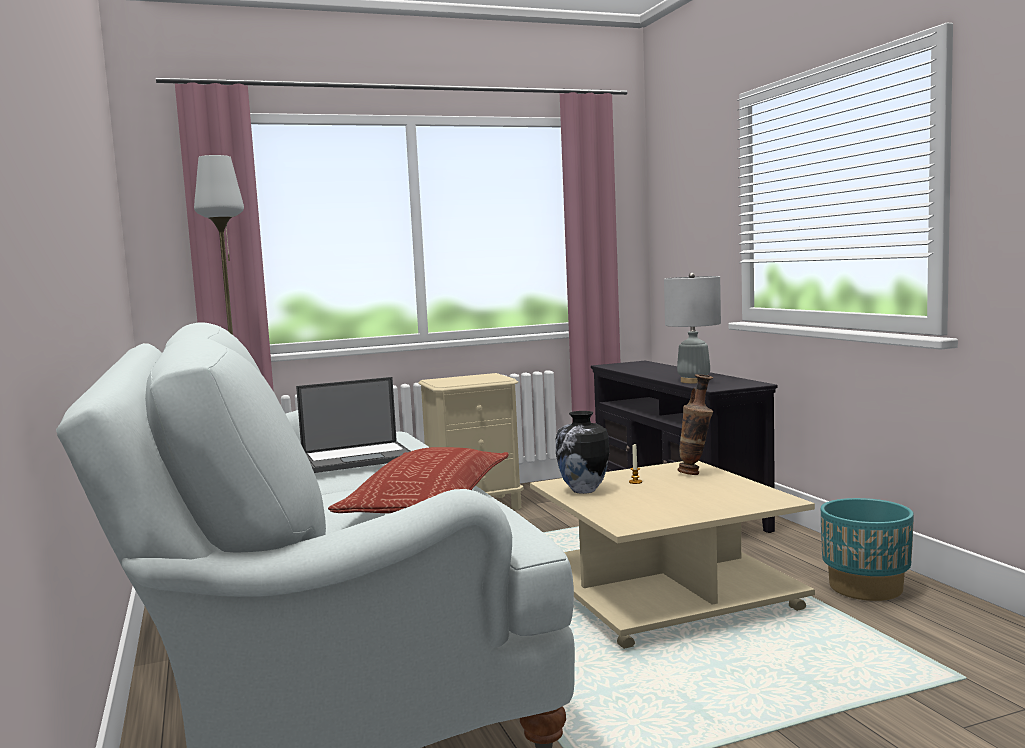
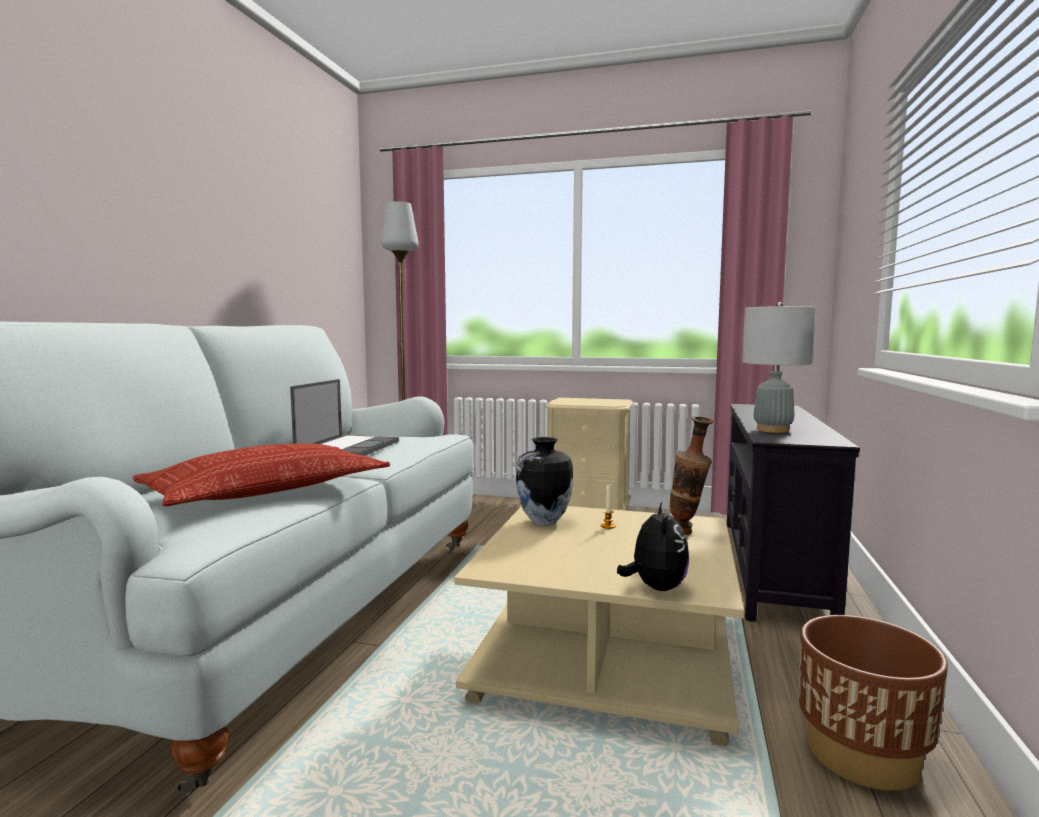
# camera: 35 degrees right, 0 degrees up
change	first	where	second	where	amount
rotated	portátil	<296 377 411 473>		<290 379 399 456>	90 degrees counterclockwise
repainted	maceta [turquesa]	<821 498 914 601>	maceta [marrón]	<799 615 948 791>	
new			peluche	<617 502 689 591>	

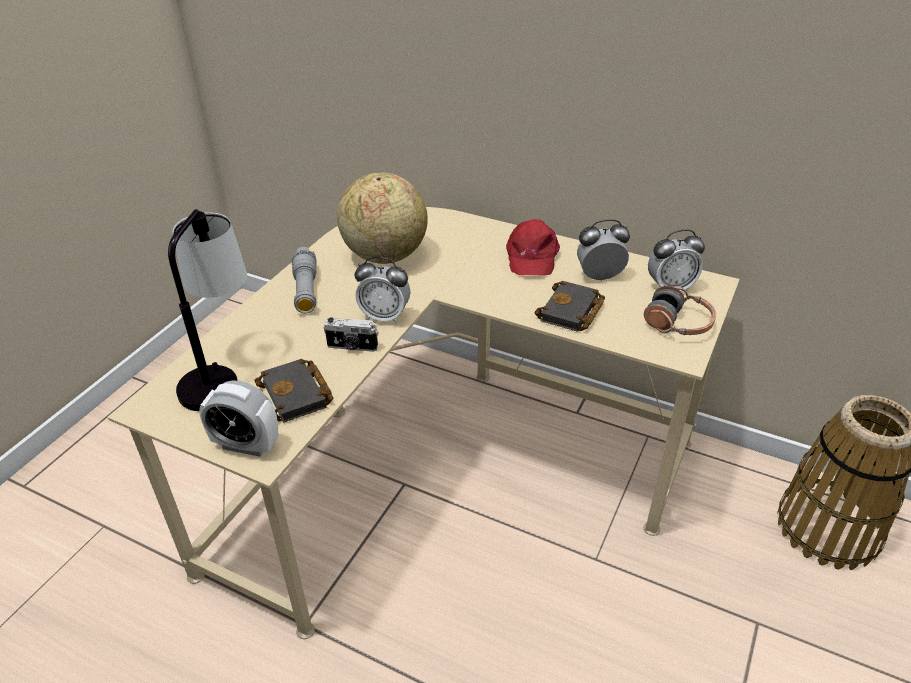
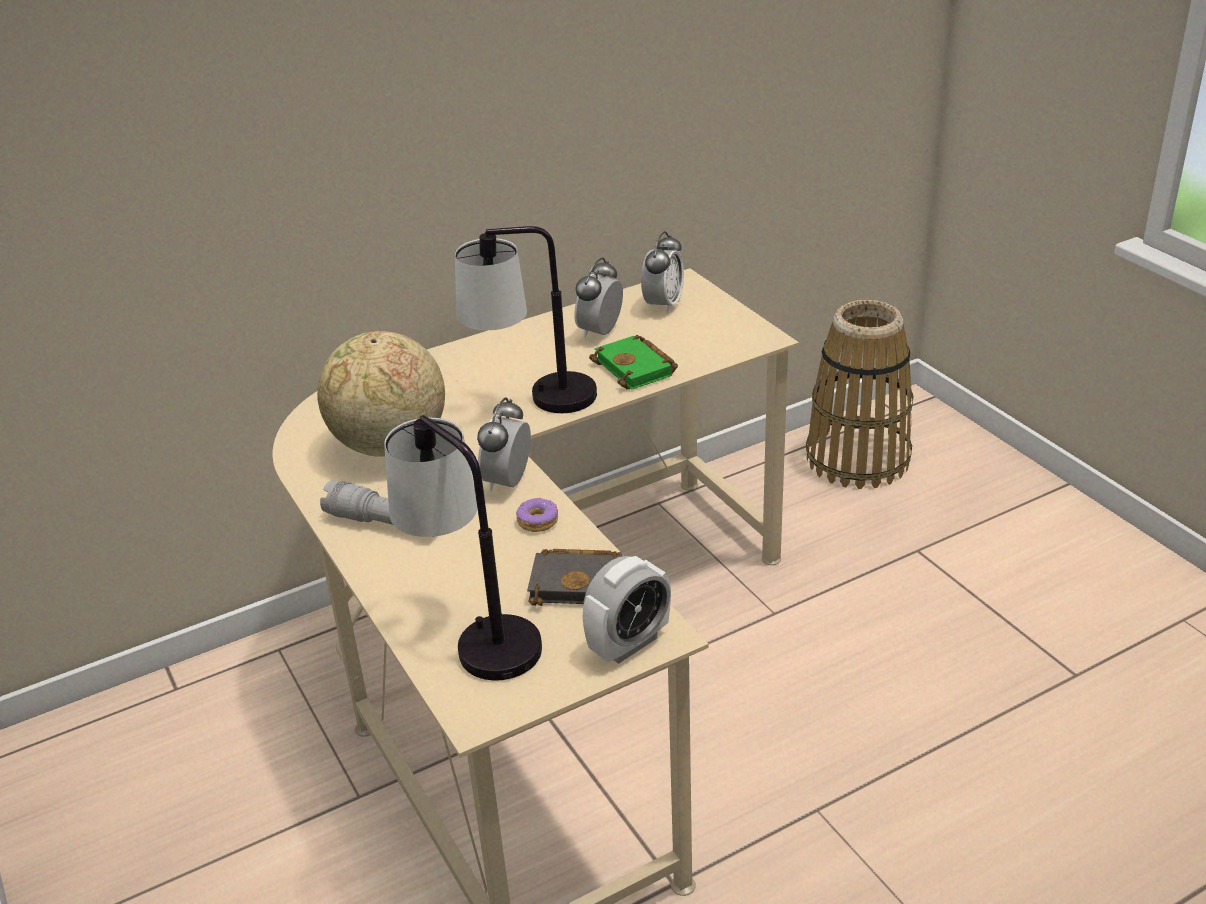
# camera: 55 degrees left, 5 degrees down
change	first	where	second	where	amount
gone	gorra [rojo]	<506 219 560 276>			
rotated	despertador	<354 257 411 324>		<477 397 531 492>	150 degrees clockwise
repainted	libro [negro]	<535 281 605 332>	libro [verde]	<589 335 678 390>	
gone	auriculares	<644 286 716 335>			
swapped	cámara	<324 317 378 352>	rosquilla	<516 498 558 532>	
new			lámpara de mesa	<455 226 597 413>	

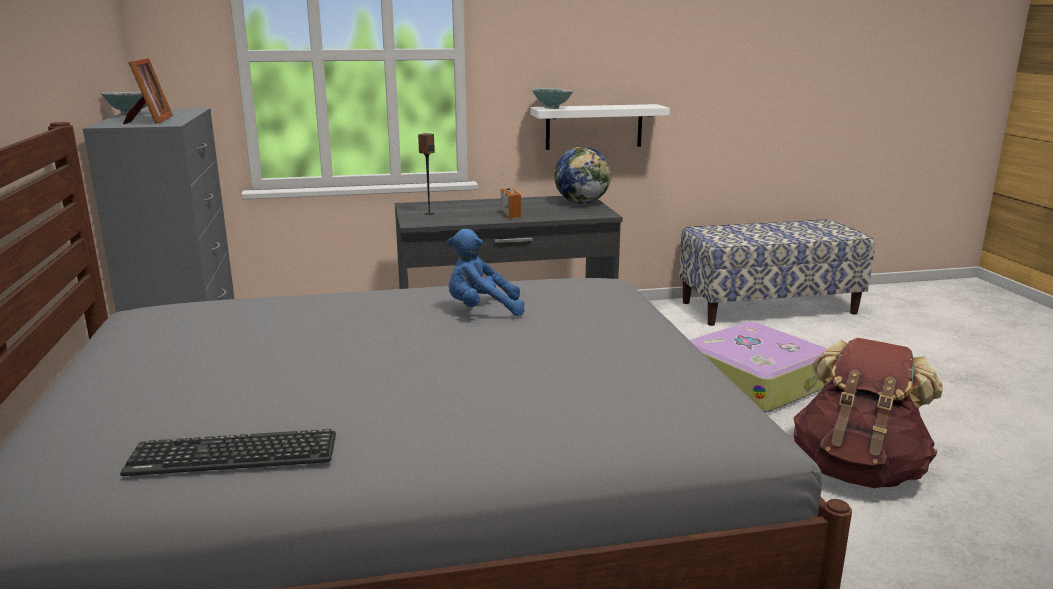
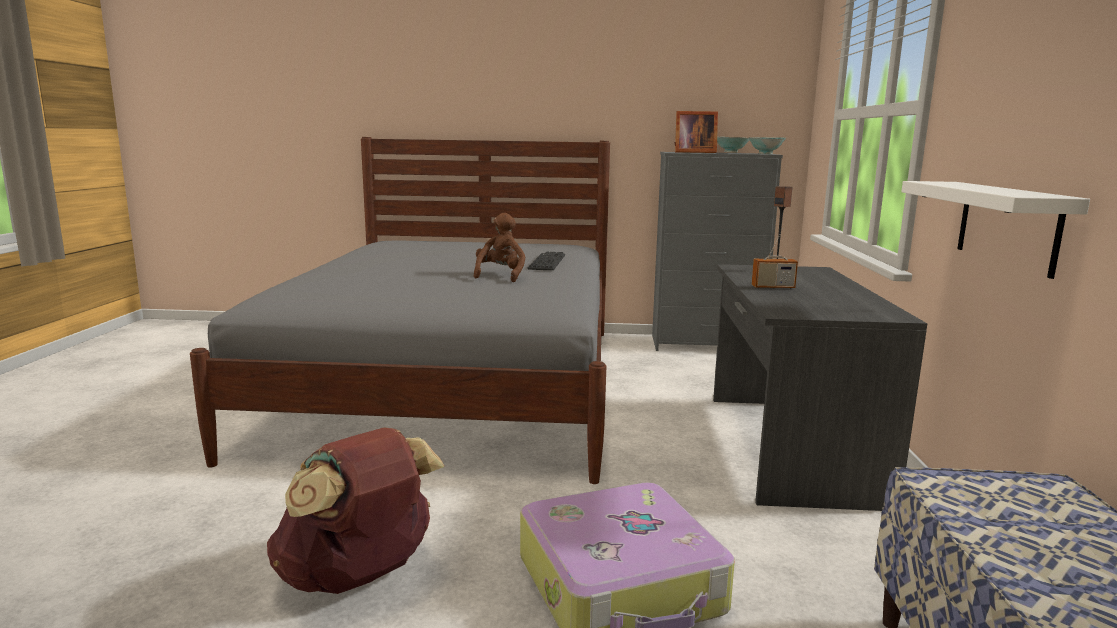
# camera: 105 degrees right, 5 degrees down
change	first	where	second	where	amount
shifted	cuenco	<532 88 574 109>		<748 137 786 154>	
gone	globo terráqueo	<554 147 611 204>			
repainted	peluche [azul]	<447 229 525 316>	peluche [marrón]	<474 213 525 282>	
shifted	teclado	<120 429 336 476>		<527 252 565 270>	

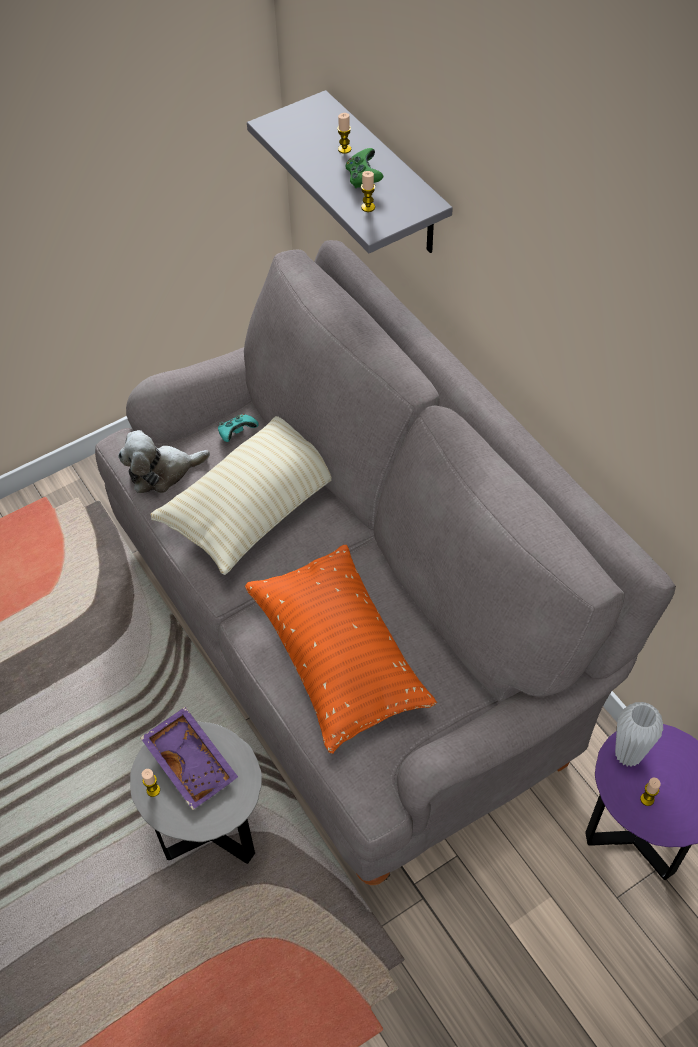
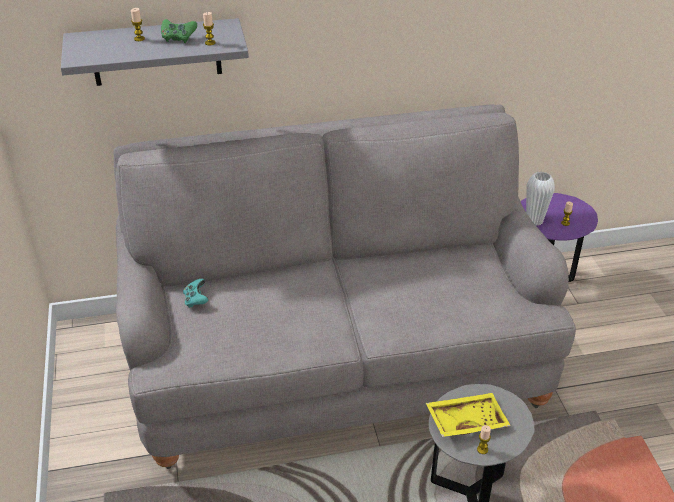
# camera: 70 degrees left, 15 degrees down
change	first	where	second	where	amount
gone	cojín [beis]	<151 416 332 575>			
gone	peluche	<118 430 210 493>			
gone	cojín [naranja]	<245 545 437 754>			
repainted	bandeja [morado]	<140 707 238 810>	bandeja [amarillo]	<426 393 511 437>	

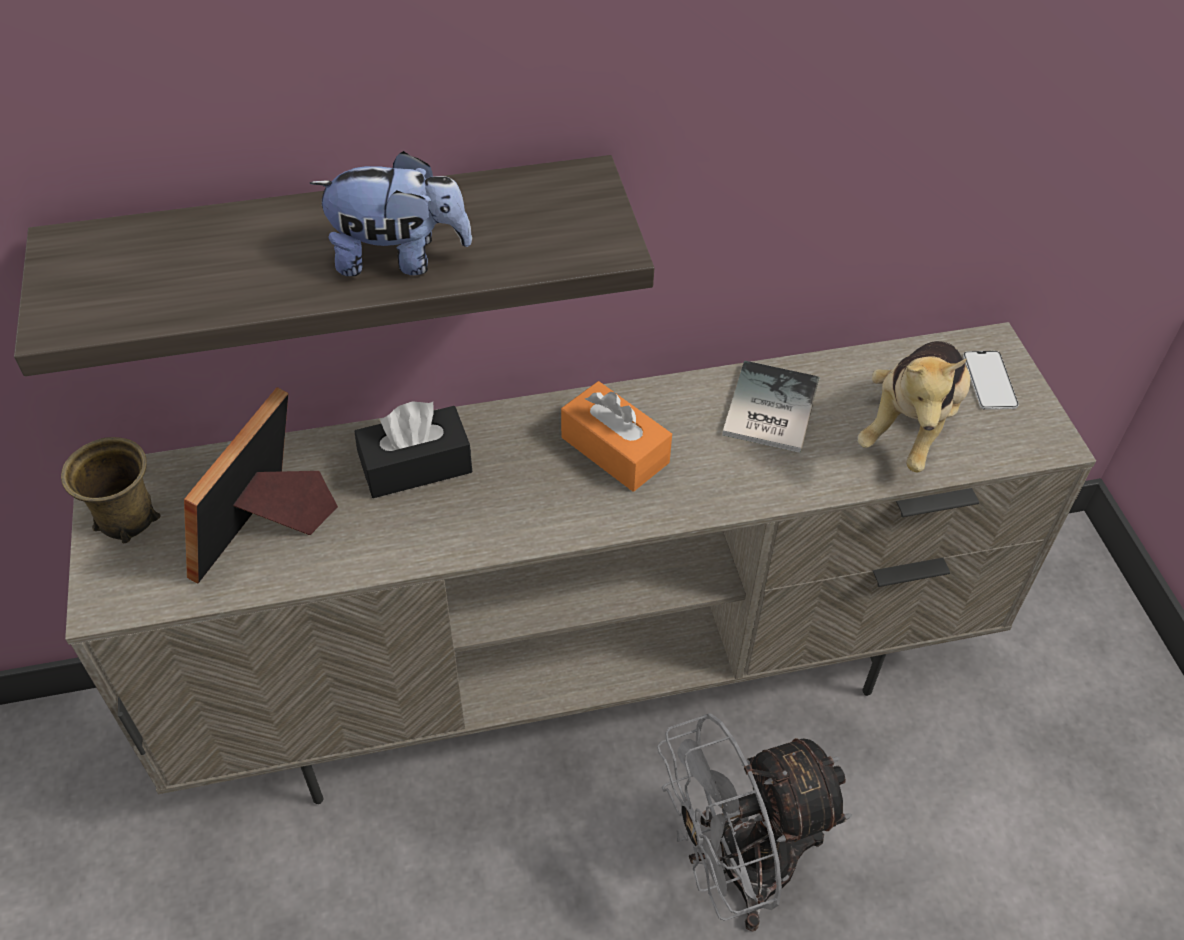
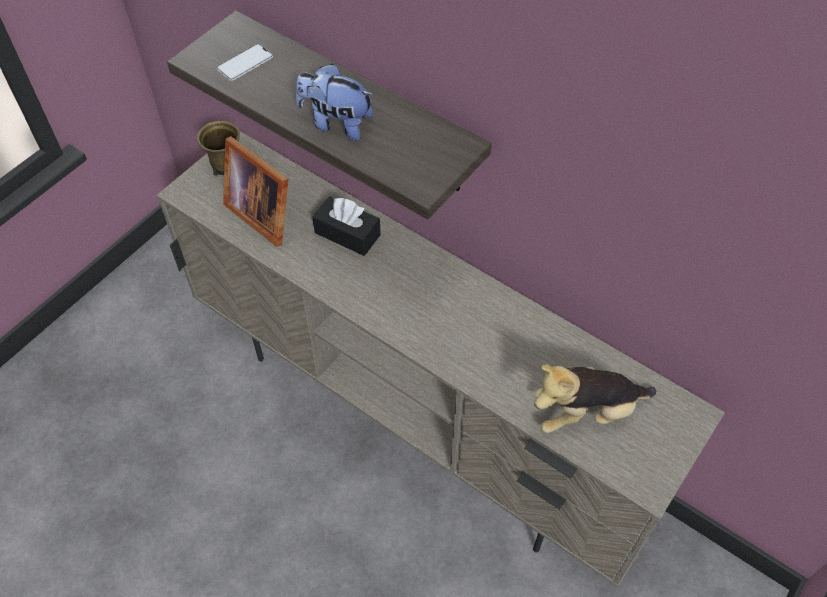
# camera: 50 degrees right, 5 degrees up
change	first	where	second	where	amount
rotated	peluche	<310 151 472 276>		<296 64 373 141>	150 degrees clockwise
shifted	móvil	<963 351 1019 410>		<216 44 273 81>	
gone	libro	<722 361 819 453>			
gone	caja de pañuelos [naranja]	<561 381 672 491>			
rotated	portarretratos	<184 387 338 584>		<223 136 289 247>	120 degrees counterclockwise
gone	ventilador [gris]	<657 713 852 932>			

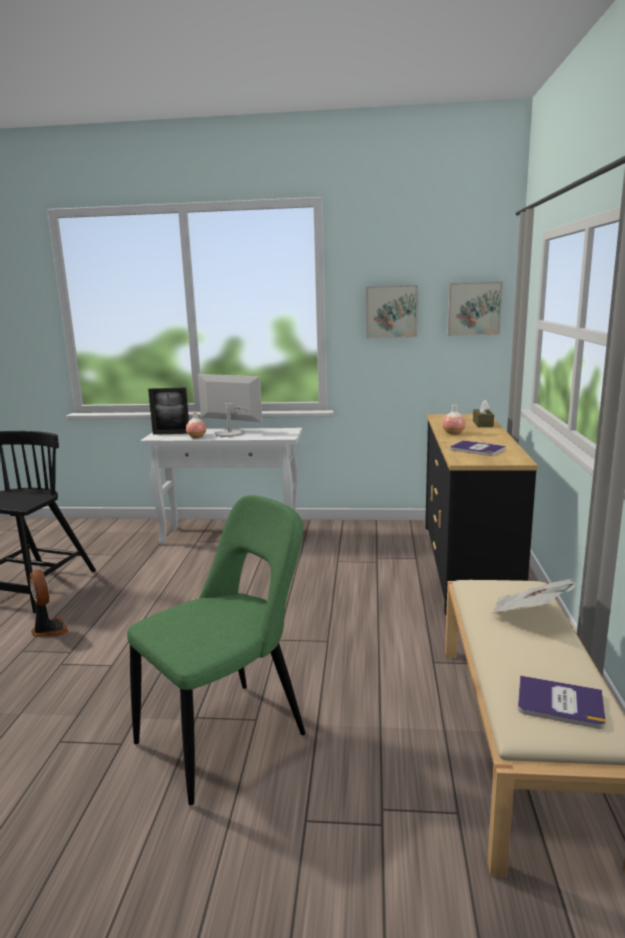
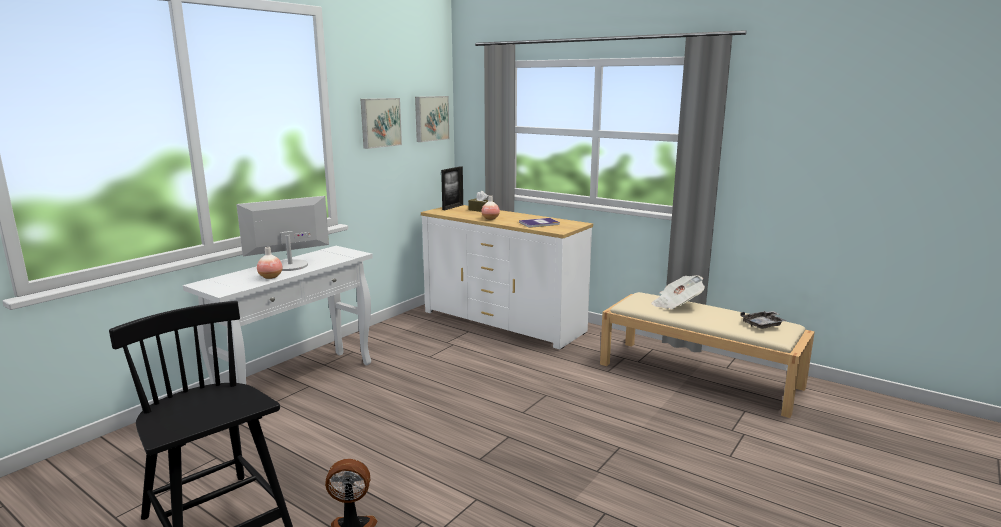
# camera: 60 degrees left, 0 degrees up
change	first	where	second	where	amount
shifted	portarretratos	<148 388 189 435>		<441 166 463 210>	
repainted	cómoda [negro]	<425 414 538 615>	cómoda [blanco]	<421 205 593 349>	
gone	silla [verde]	<127 495 306 805>			
swapped	libro	<518 675 606 729>	bandeja [gris]	<740 311 786 329>	

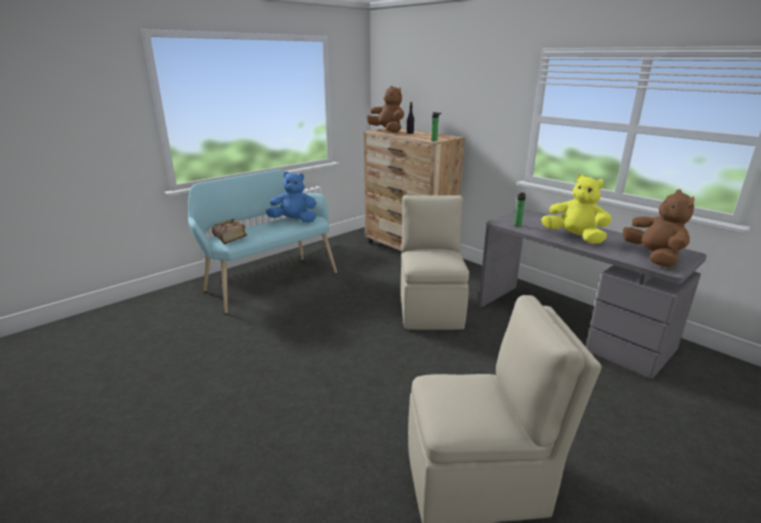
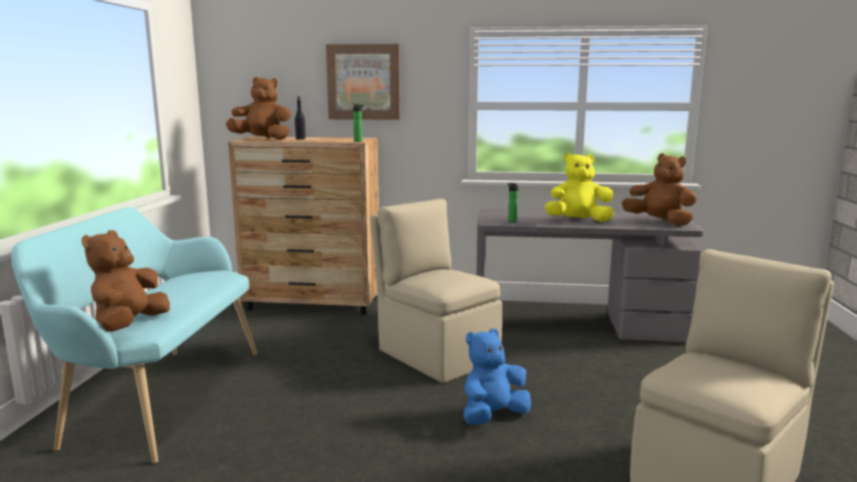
# camera: 40 degrees left, 10 degrees down
change	first	where	second	where	amount
shifted	peluche [azul]	<266 172 316 223>		<463 328 531 425>	
swapped	libro	<212 219 247 244>	peluche [marrón]	<81 230 170 332>	
new			cuadro	<326 44 400 120>	

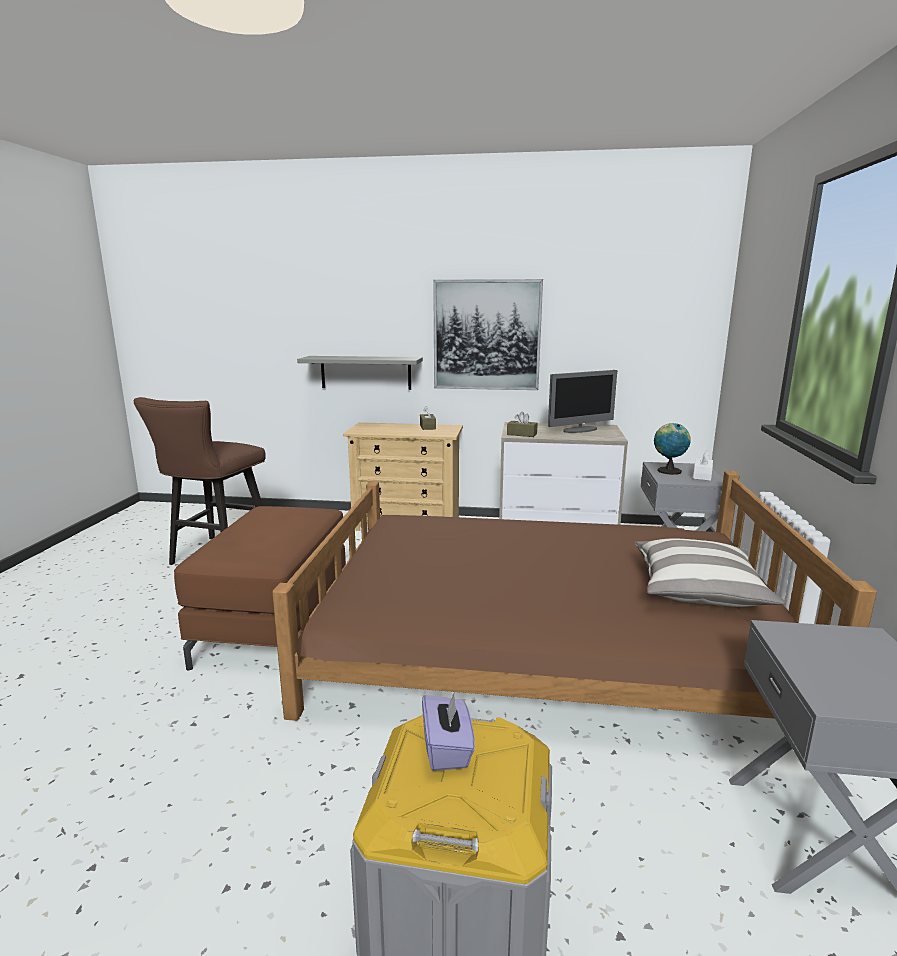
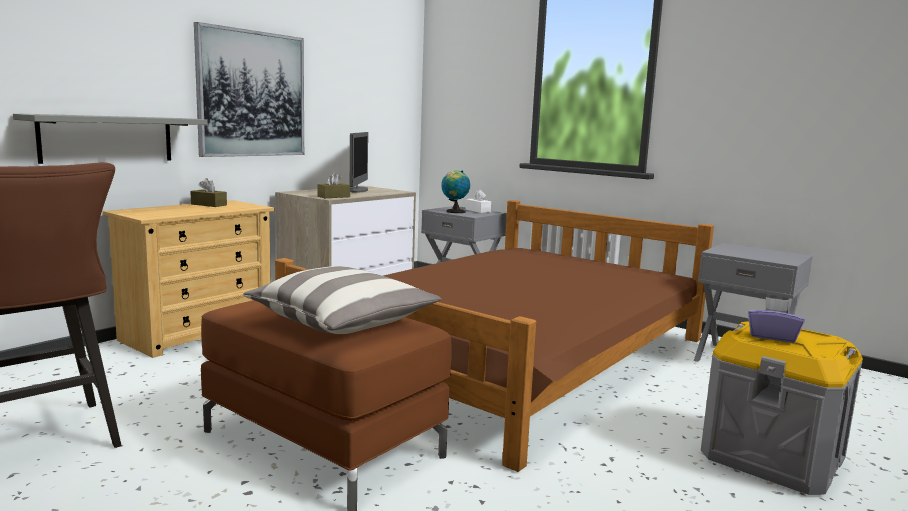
# camera: 60 degrees left, 5 degrees down
change	first	where	second	where	amount
shifted	cojín	<635 538 786 607>		<243 266 442 334>	

